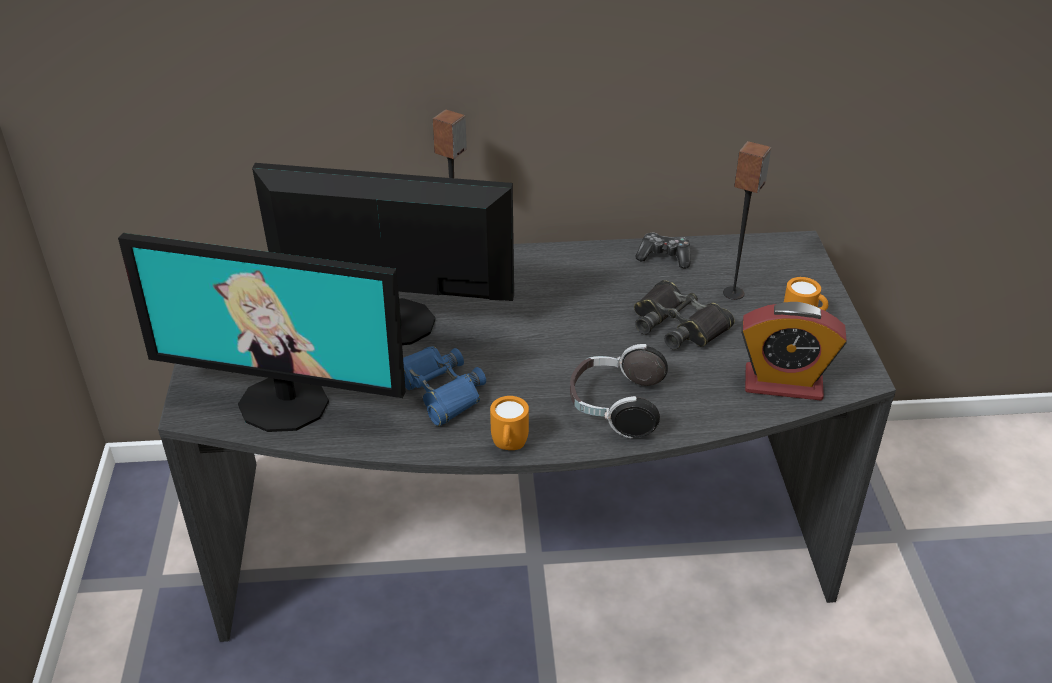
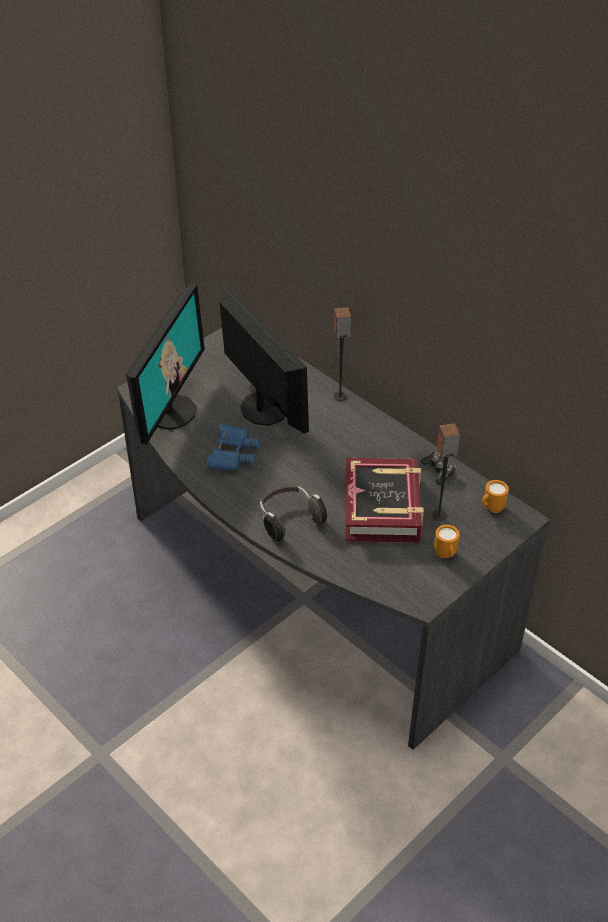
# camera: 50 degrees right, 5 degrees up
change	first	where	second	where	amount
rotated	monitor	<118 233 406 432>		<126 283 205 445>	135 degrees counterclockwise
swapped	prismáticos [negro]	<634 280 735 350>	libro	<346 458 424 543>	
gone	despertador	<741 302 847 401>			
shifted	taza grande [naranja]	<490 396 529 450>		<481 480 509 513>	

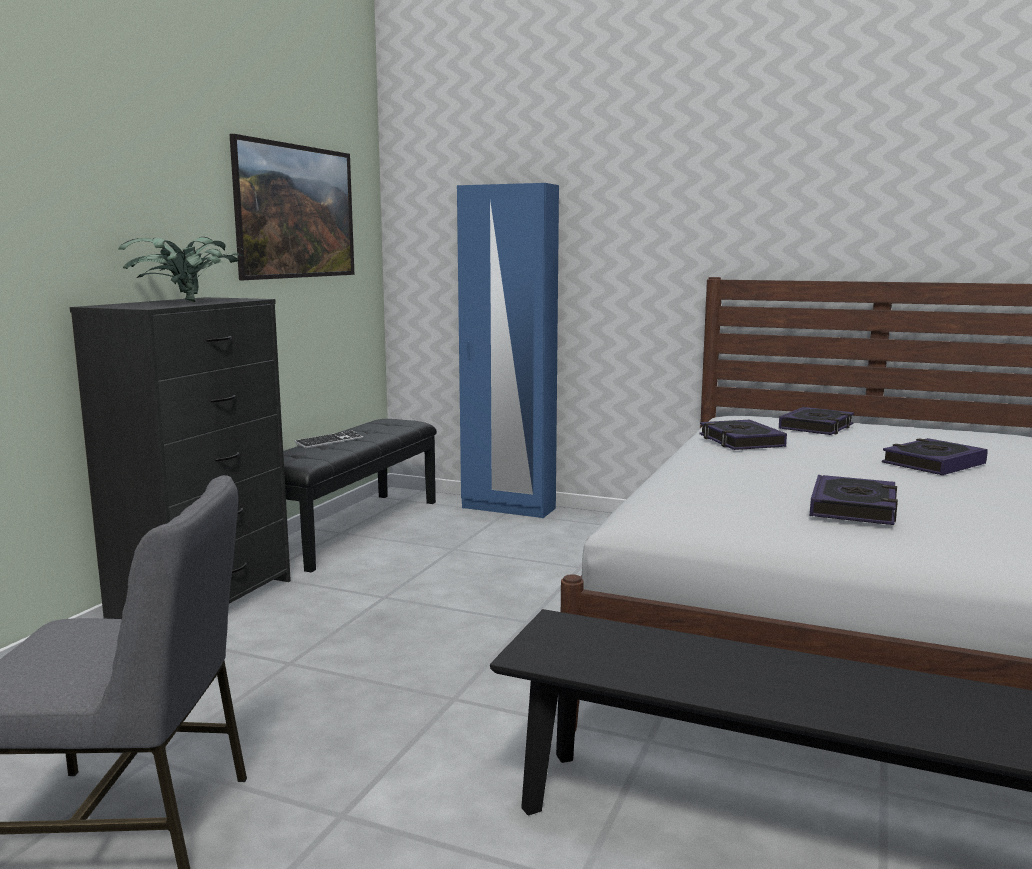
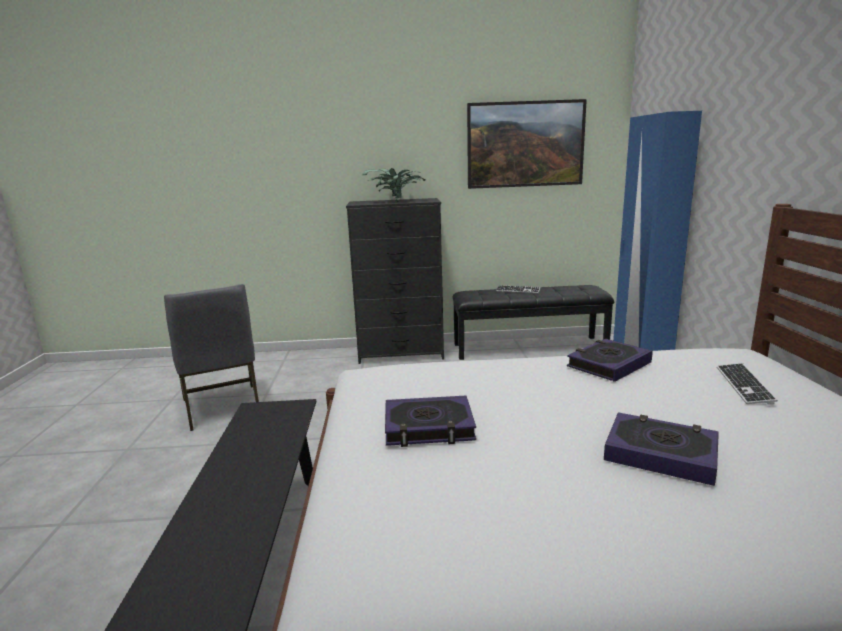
# camera: 65 degrees right, 5 degrees up
change	first	where	second	where	amount
swapped	libro	<779 407 854 435>	teclado	<717 363 778 405>	

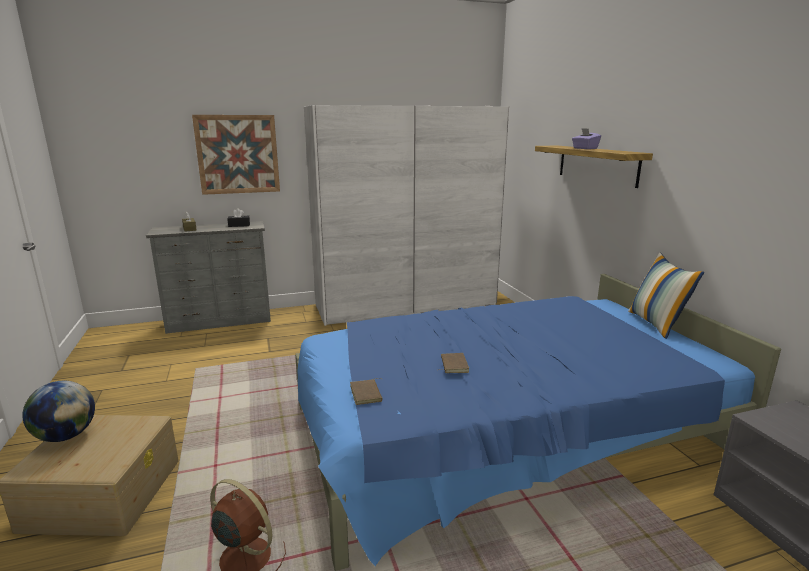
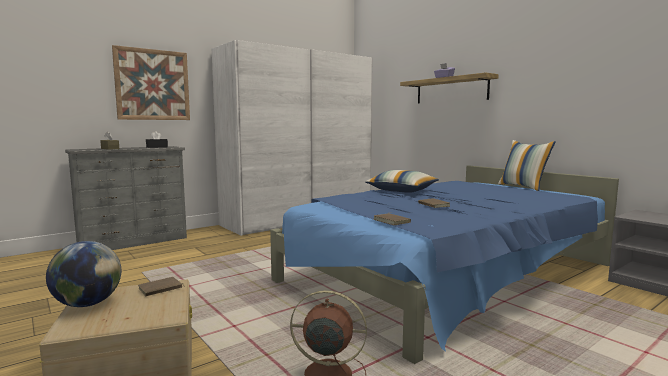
# camera: 20 degrees left, 10 degrees down
change	first	where	second	where	amount
new			cojín	<365 170 439 193>	
new			libro [marrón]	<138 277 185 296>	

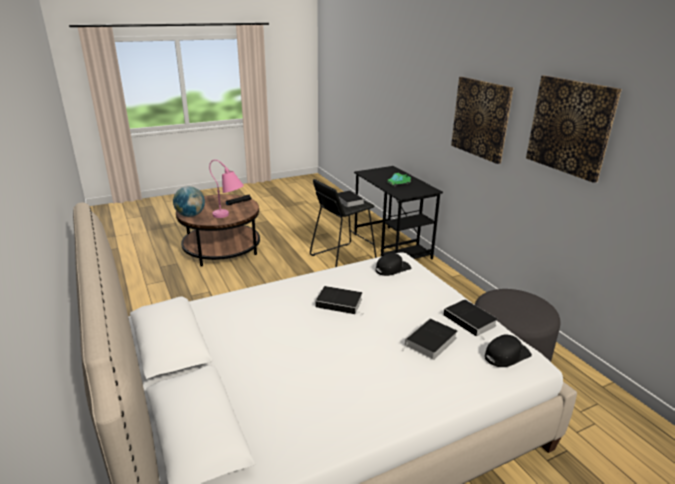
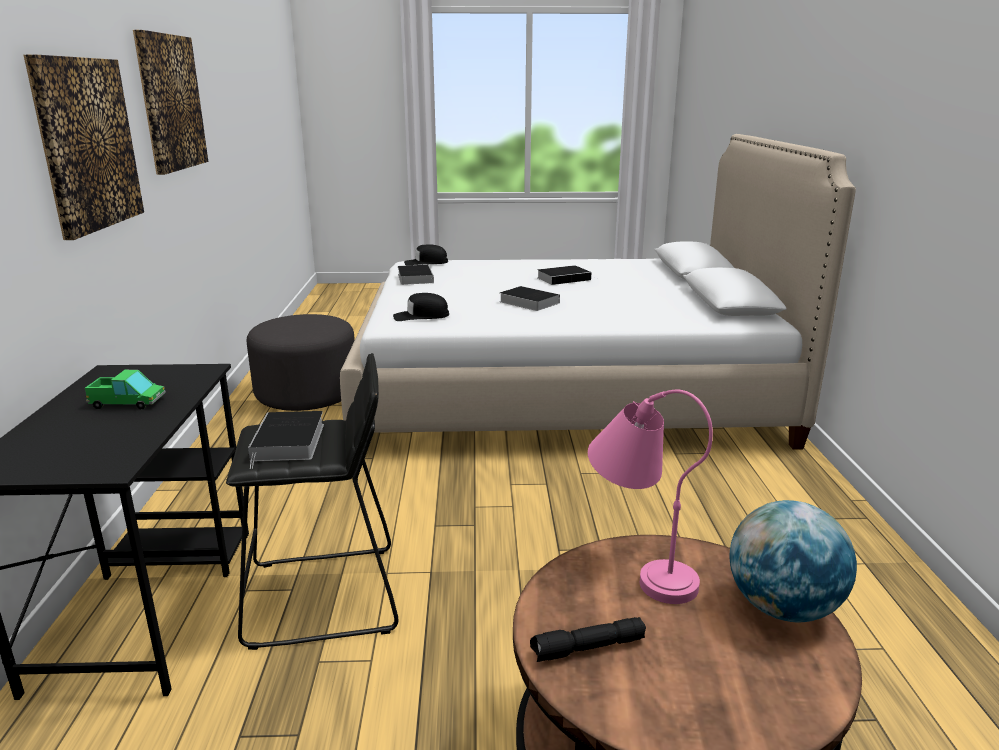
# camera: 155 degrees left, 5 degrees down
change	first	where	second	where	amount
shifted	libro	<401 318 458 360>		<537 265 591 285>	

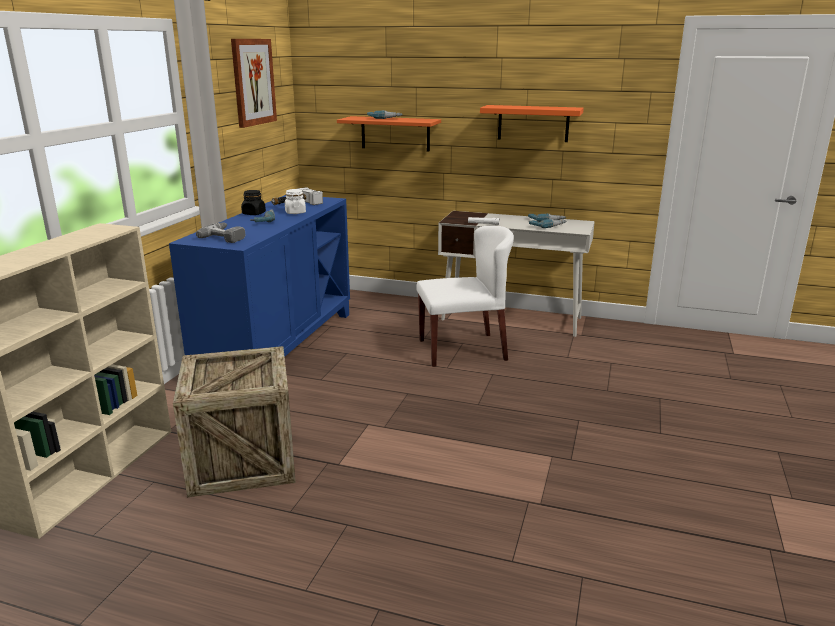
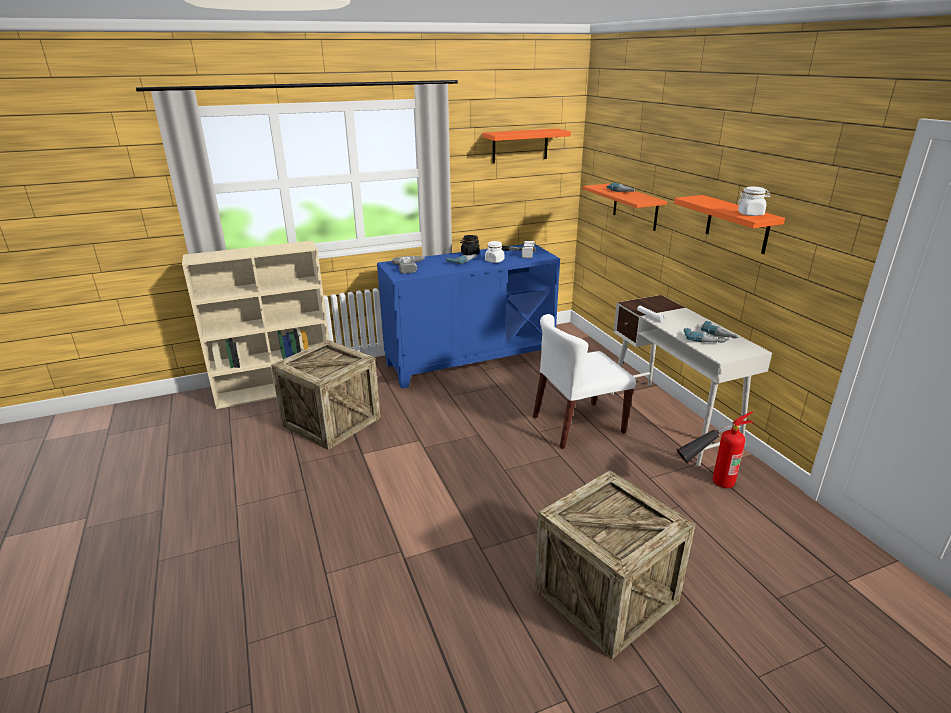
# camera: 50 degrees right, 5 degrees up
change	first	where	second	where	amount
swapped	cuadro	<231 39 277 128>	estante [naranja]	<483 129 571 163>	
rotated	silla [blanco]	<416 226 514 367>		<533 314 636 449>	120 degrees clockwise
new			tarro [blanco]	<738 187 770 216>	
new			extintor	<676 411 754 488>	
new			caja de embalaje	<534 470 696 659>	

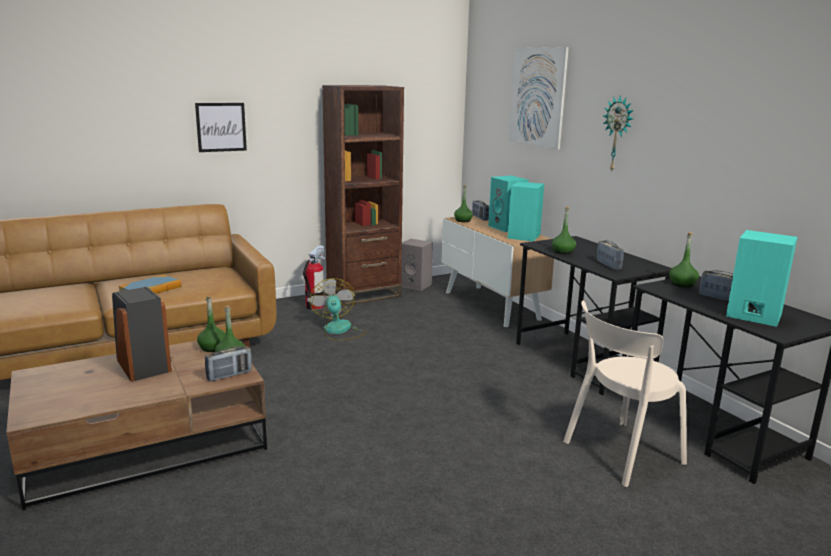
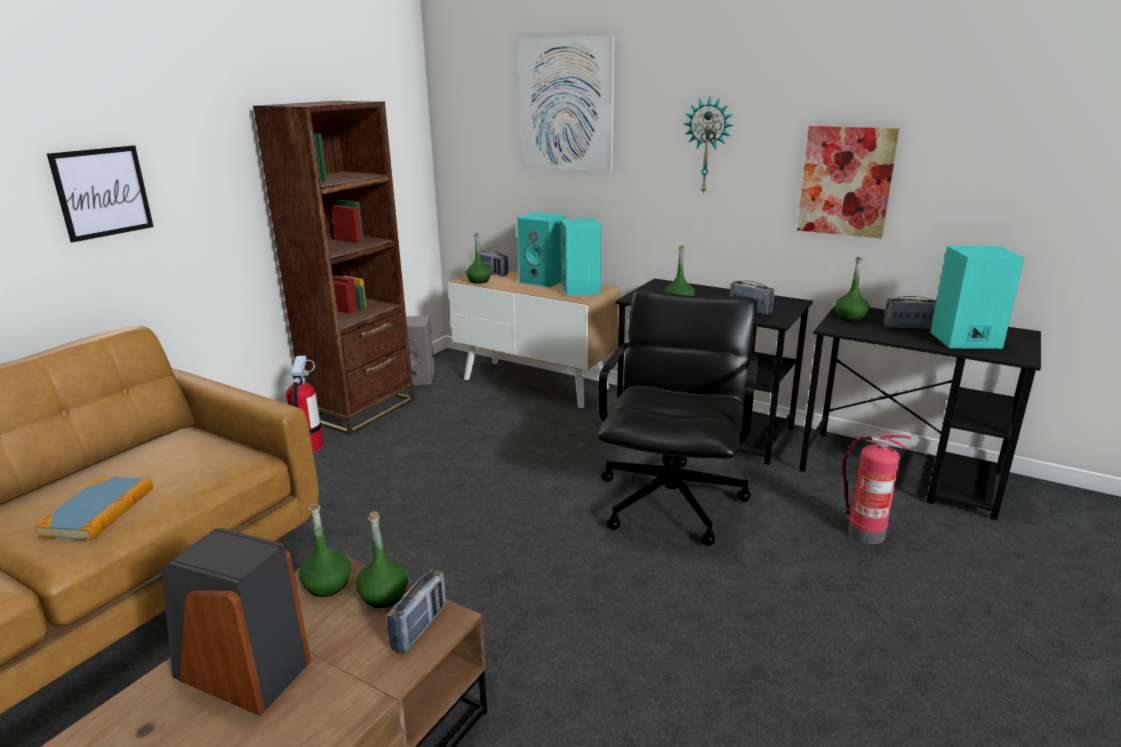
# camera: 30 degrees left, 5 degrees up
change	first	where	second	where	amount
gone	ventilador	<309 278 367 341>			
swapped	silla [beis]	<563 301 687 487>	extintor	<843 434 911 544>	
new			cuadro	<797 126 900 238>	
new			silla de oficina [negro]	<598 289 759 546>	

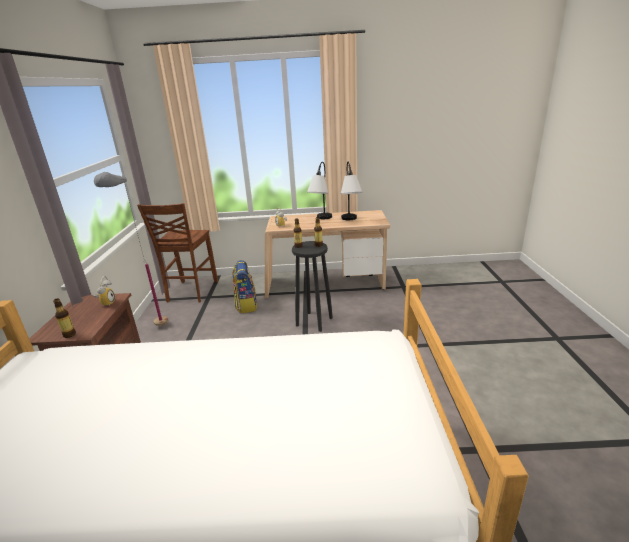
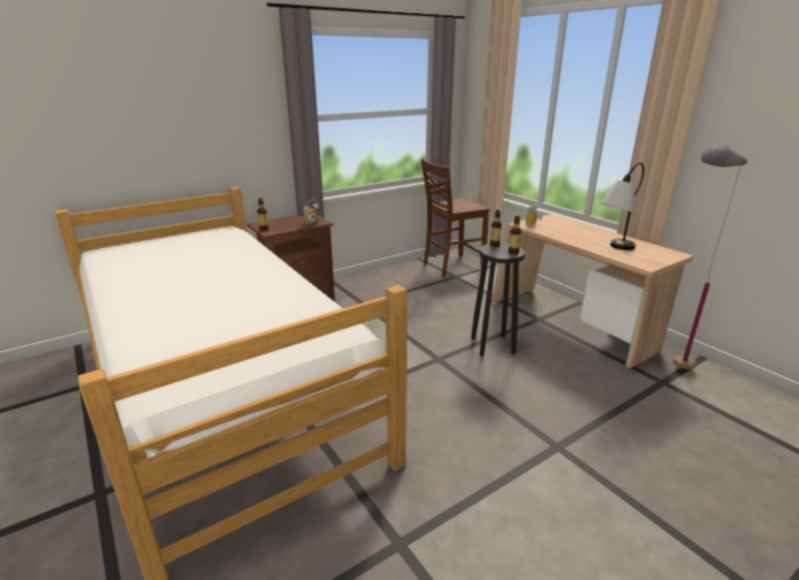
# camera: 55 degrees right, 0 degrees up
change	first	where	second	where	amount
gone	lámpara de mesa	<307 162 332 219>			
shifted	lámpara de pie [gris]	<94 172 169 326>		<673 145 748 369>	
gone	mochila	<232 260 257 313>			

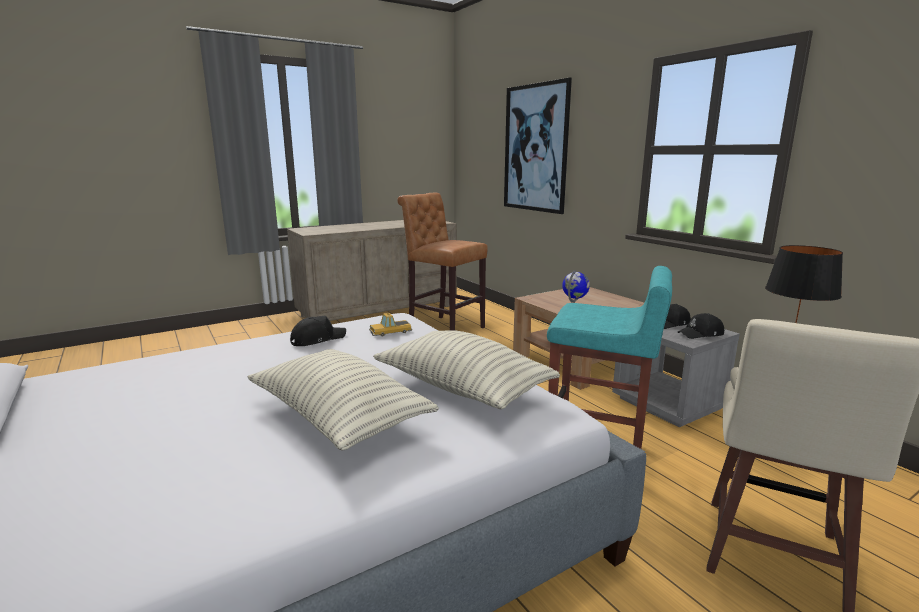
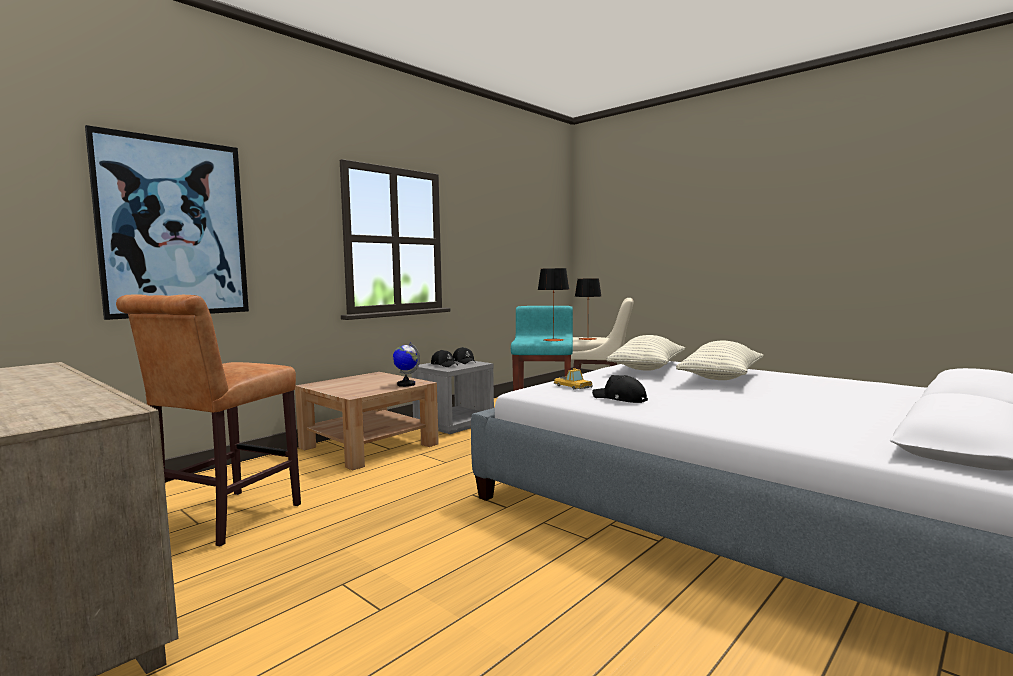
# camera: 105 degrees left, 10 degrees down
change	first	where	second	where	amount
new			lámpara de mesa	<538 268 569 342>	

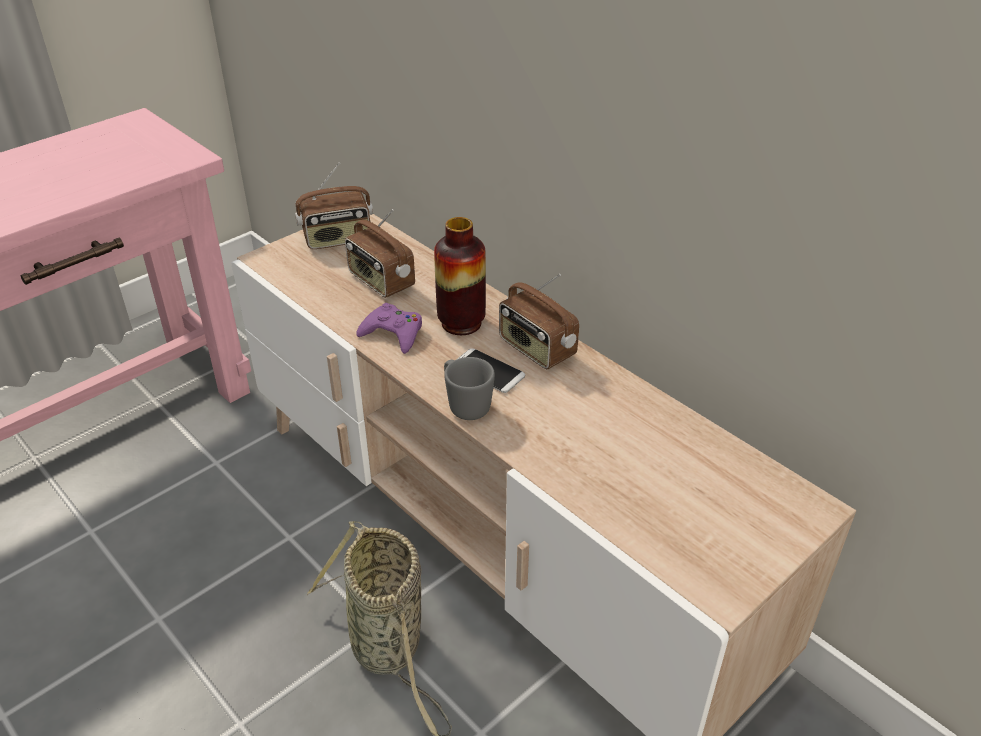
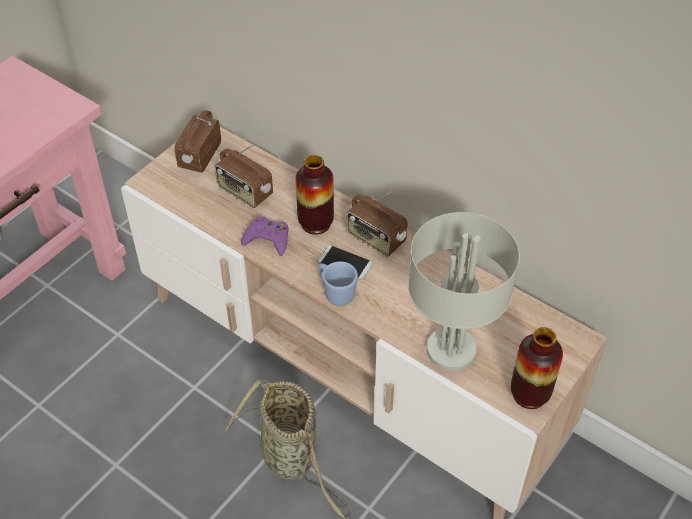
# camera: 10 degrees left, 10 degrees up
change	first	where	second	where	amount
rotated	radio	<295 162 373 249>		<174 110 221 172>	135 degrees clockwise
repainted	taza grande [gris]	<444 357 495 420>	taza grande [azul]	<318 261 358 306>	
new			lámpara de mesa [gris]	<408 212 520 371>	
new			florero	<510 327 563 409>	

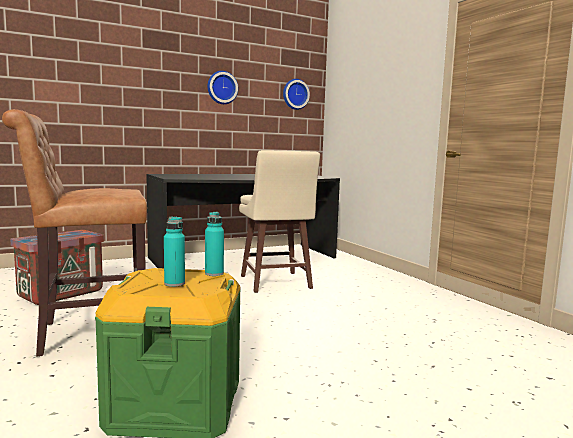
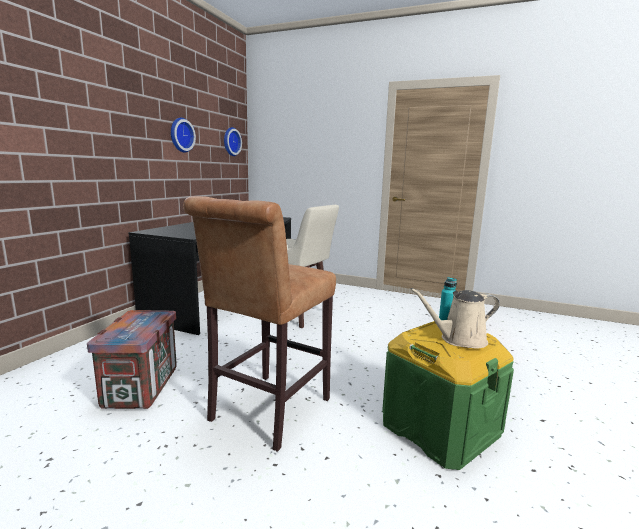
# camera: 40 degrees left, 5 degrees up
change	first	where	second	where	amount
swapped	botella [turquesa]	<164 216 185 287>	regadera [beis]	<410 288 500 349>	

